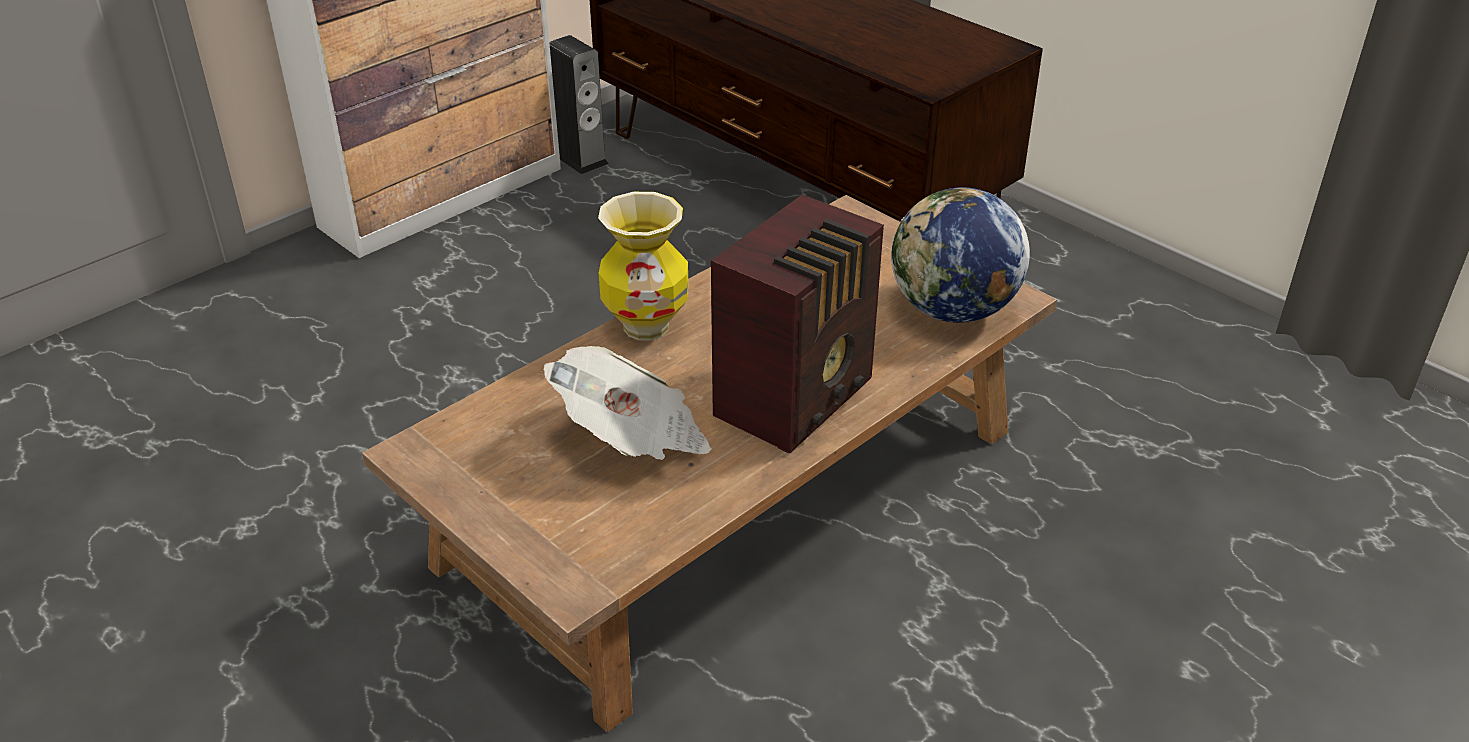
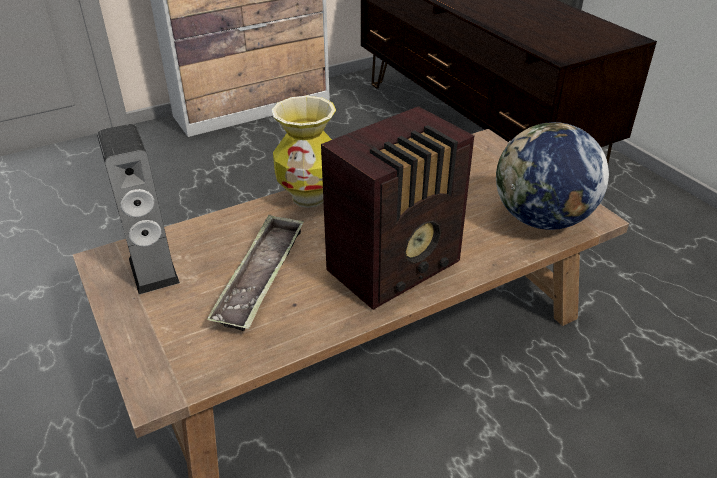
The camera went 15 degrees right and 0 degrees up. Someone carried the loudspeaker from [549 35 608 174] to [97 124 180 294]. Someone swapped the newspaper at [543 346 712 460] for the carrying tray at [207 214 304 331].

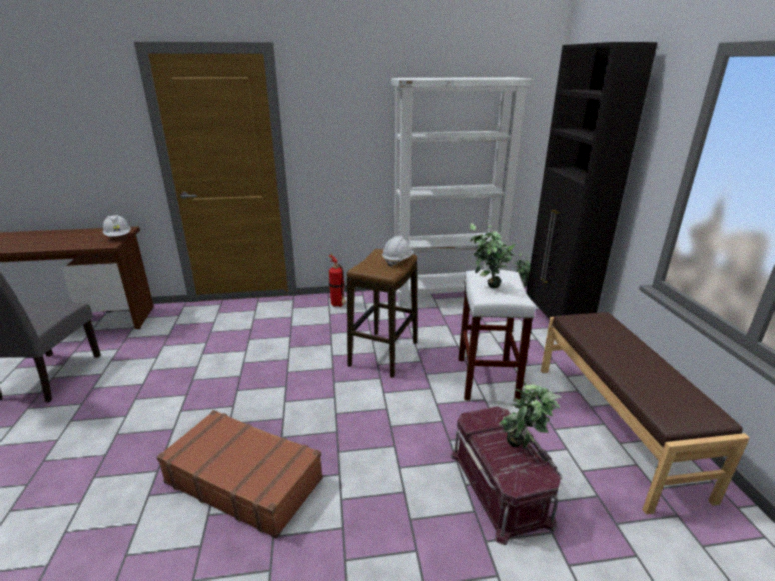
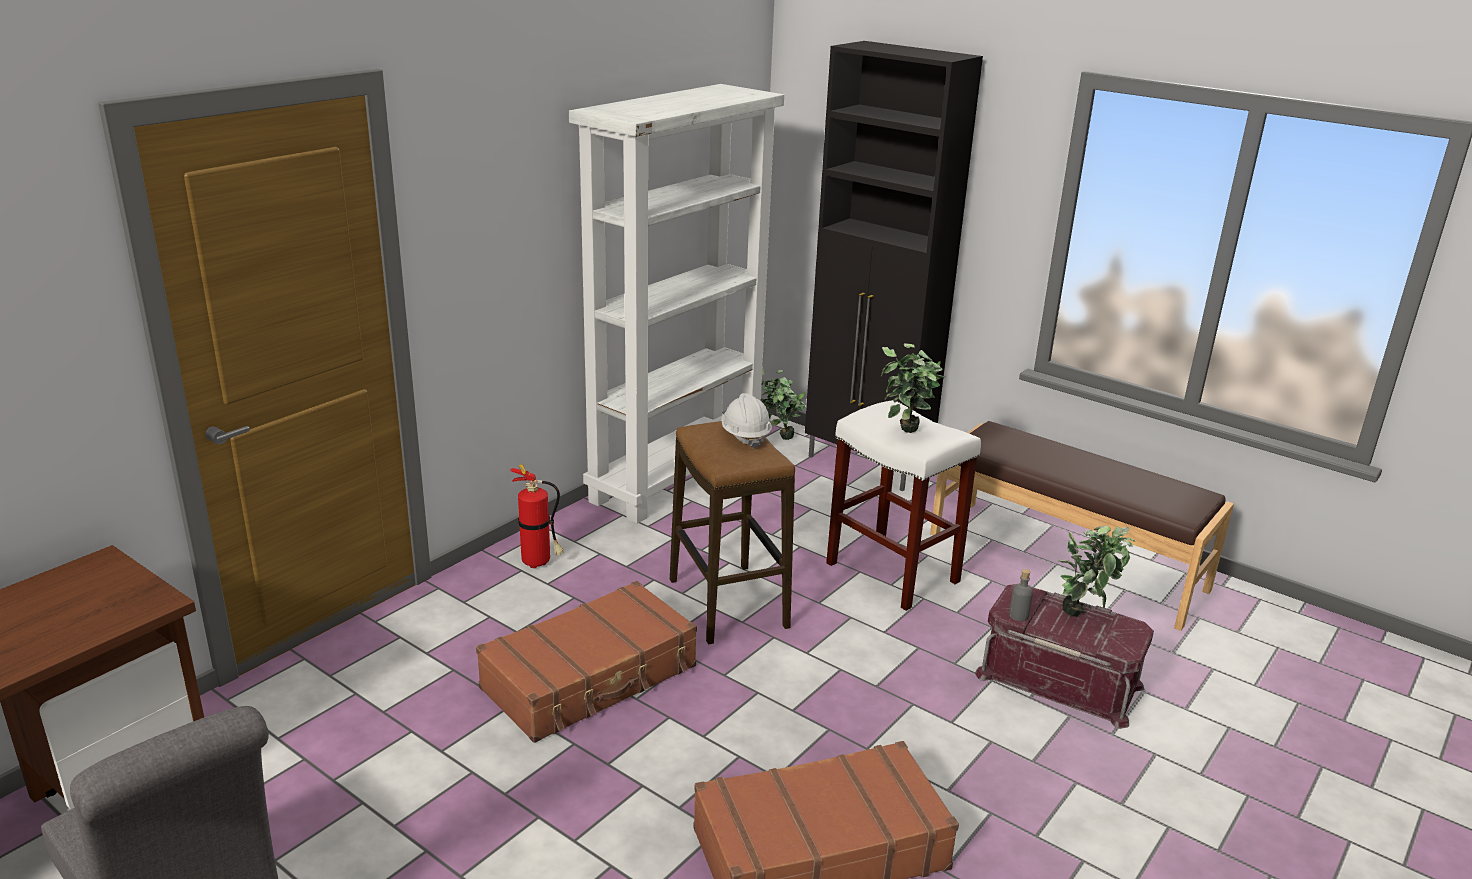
The camera went 45 degrees left and 0 degrees up. Someone took away the white-coloured safety helmet at [103 215 131 237]. Someone put down the gray drink bottle at [1009 569 1033 621]. Someone put down the brown suitcase at [476 581 697 743].

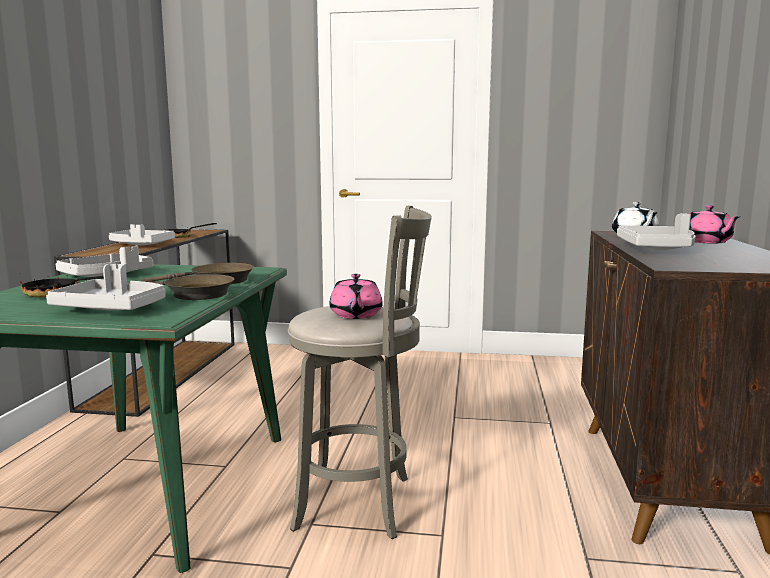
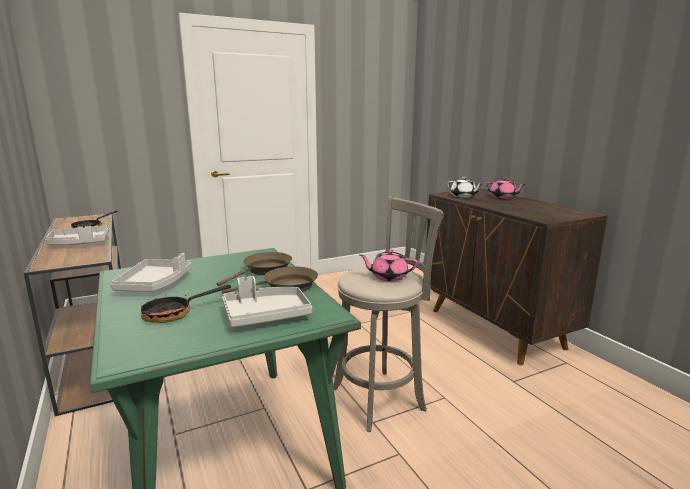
The camera went 35 degrees left and 5 degrees up. Someone took away the gray carrying tray at [617 213 695 250]. Someone rotated the pink pot for tea at [329 274 383 319] by 135 degrees clockwise.

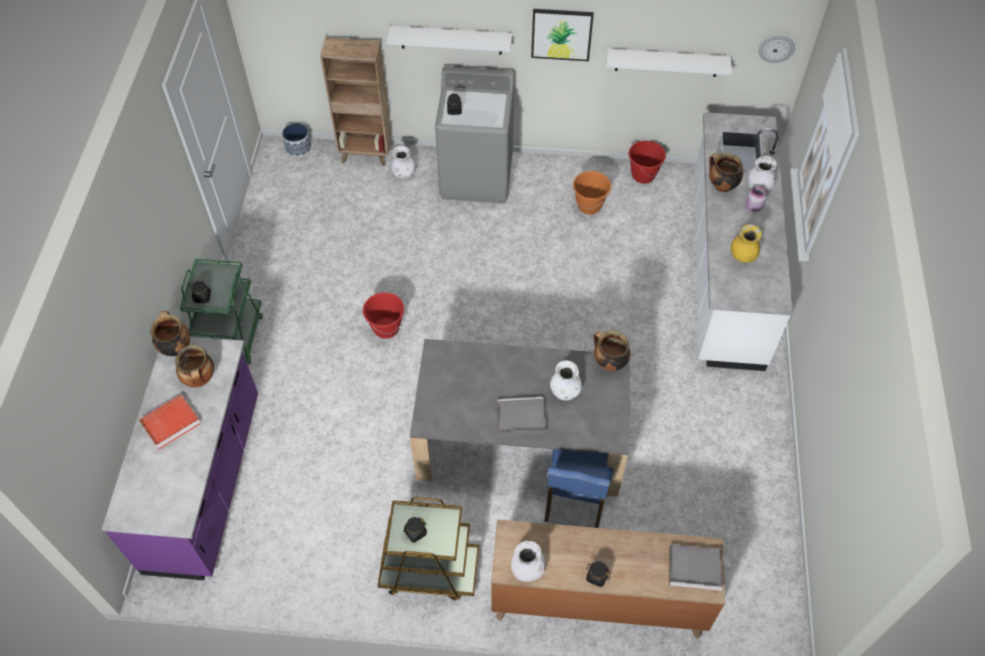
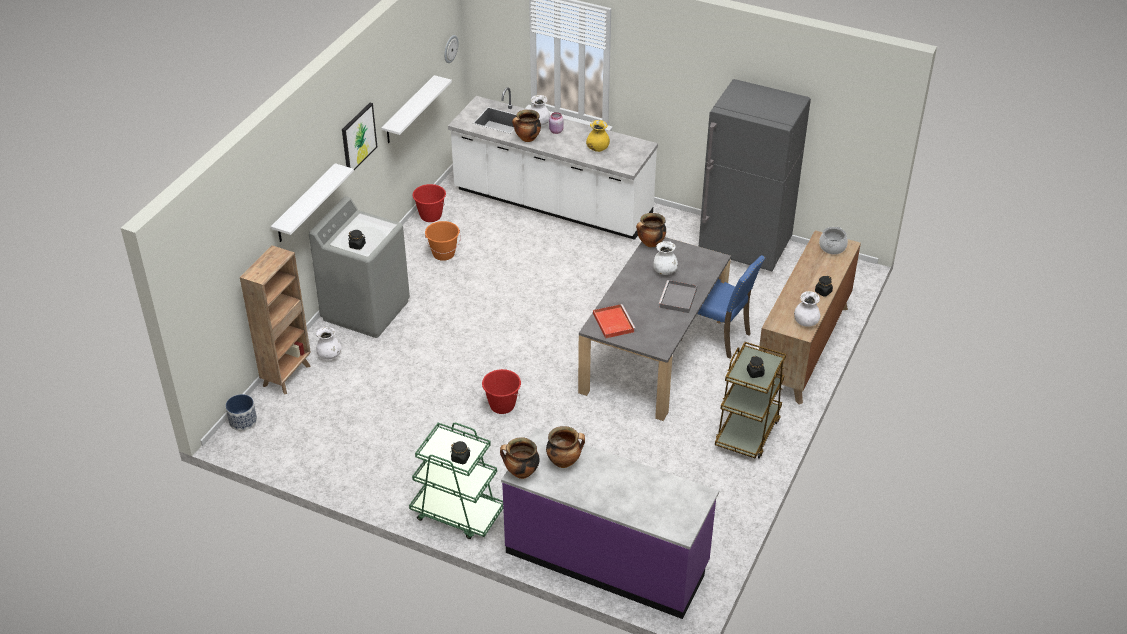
The camera went 70 degrees left and 15 degrees down. Someone carried the red carrying tray from [139 394 201 450] to [593 304 636 339]. Someone swapped the gray carrying tray at [669 544 722 591] for the stockpot at [819 227 848 254]. Someone put down the gray refrigerator at [699 79 811 271].

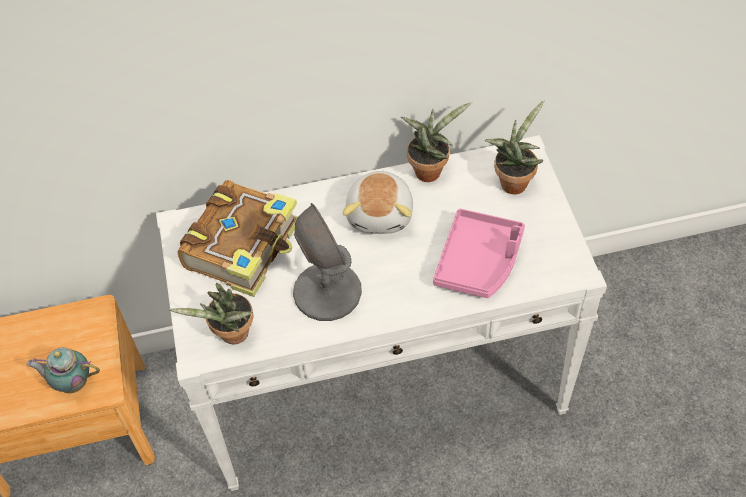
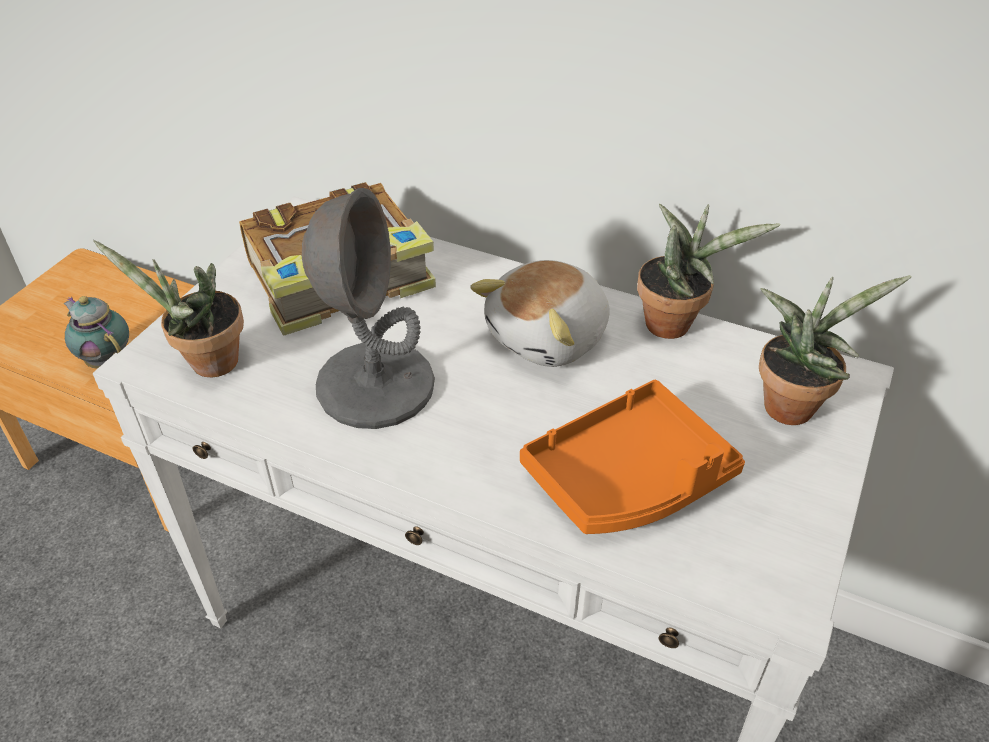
The camera went 35 degrees right and 10 degrees down. Someone repainted the pink carrying tray at [433 209 525 298], which became the orange carrying tray at [520 380 745 534].

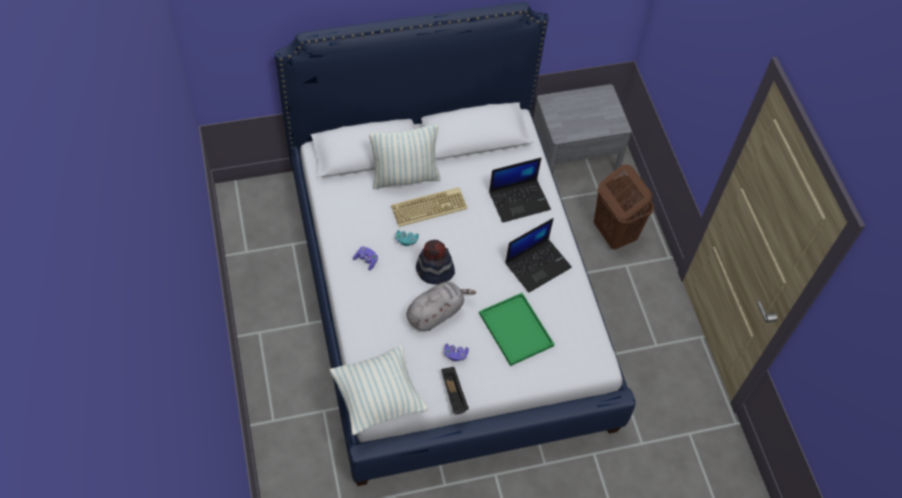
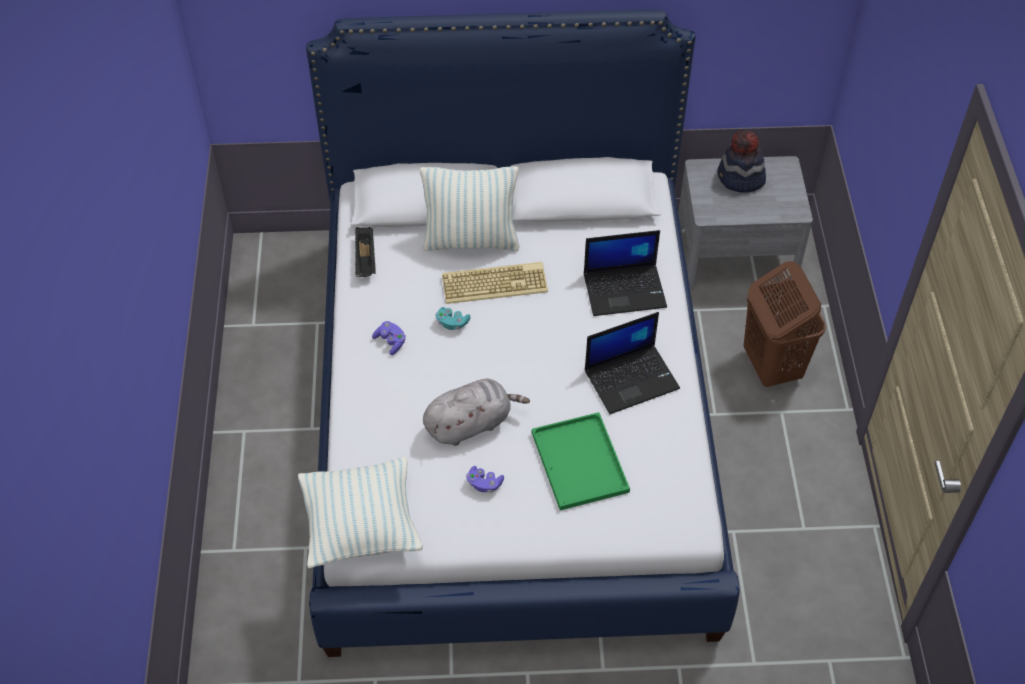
The camera went 15 degrees right and 5 degrees down. Someone carried the wearable hat from [416 240 455 285] to [717 130 766 193]. Someone carried the blackish carrying tray from [441 367 469 415] to [355 227 376 277].

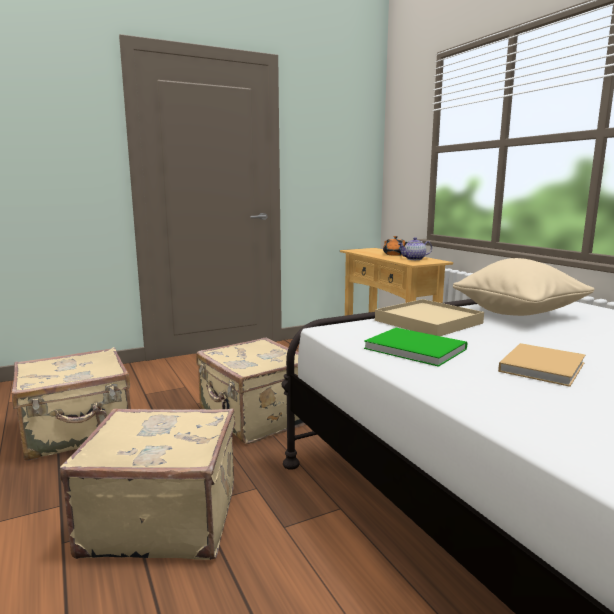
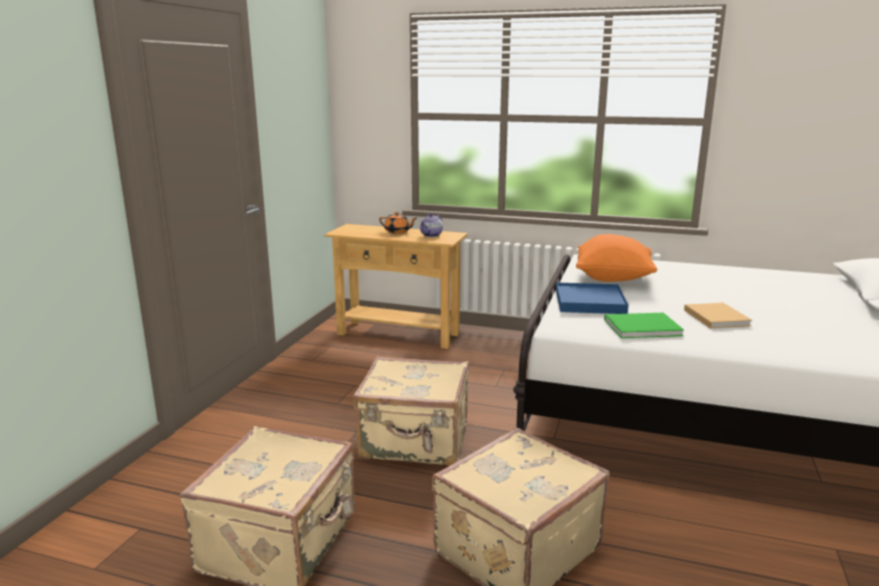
The camera went 45 degrees left and 5 degrees up. Someone repainted the beige pillow at [453 258 594 316], which became the orange pillow at [576 234 657 282]. Someone repainted the beige carrying tray at [375 299 484 336], which became the blue carrying tray at [556 283 629 314].

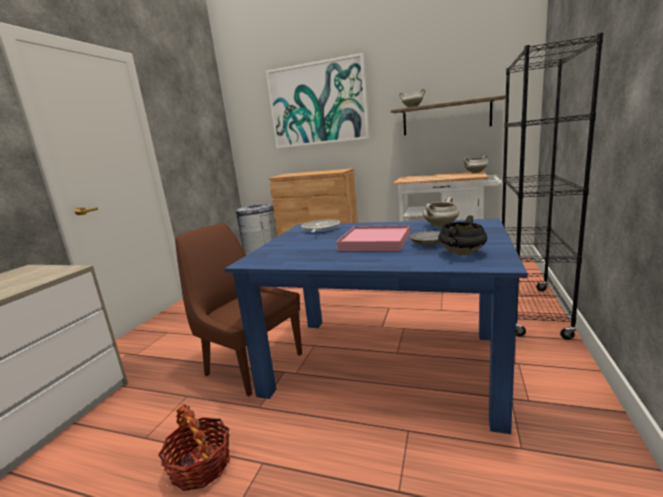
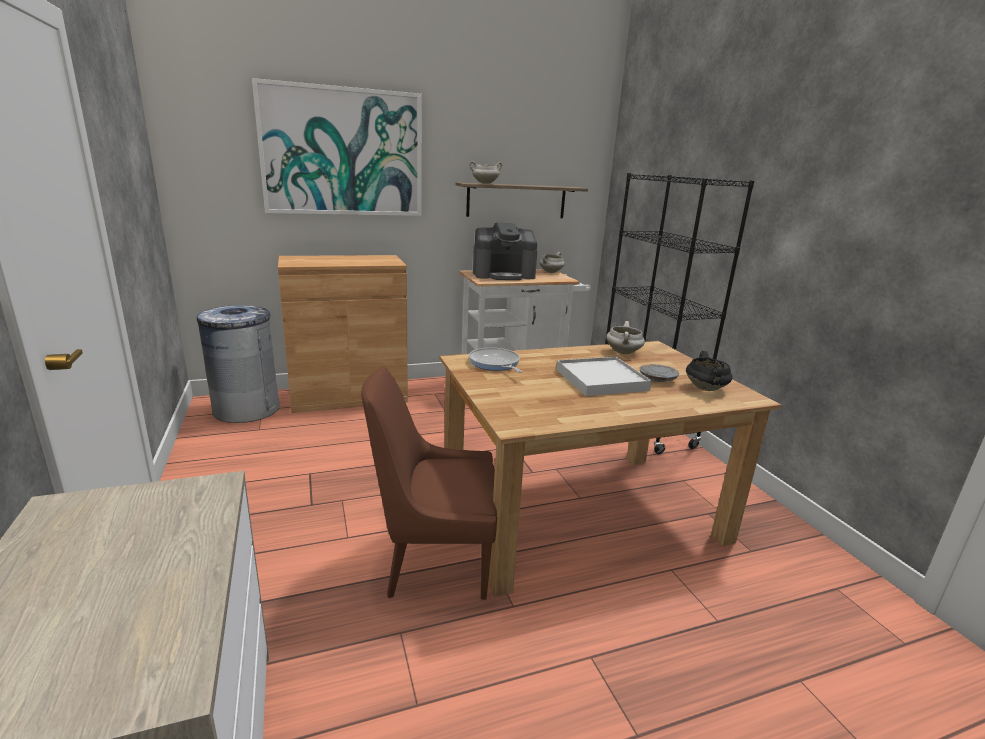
The camera went 40 degrees left and 5 degrees up. Someone repainted the blue kitchen table at [224 219 528 434], which became the brown kitchen table at [440 341 782 597]. Someone repainted the pink carrying tray at [336 225 410 251], which became the white-coloured carrying tray at [556 357 652 396]. Someone took away the storage basket at [158 404 230 491]. Someone put down the coffee machine at [473 223 537 280].

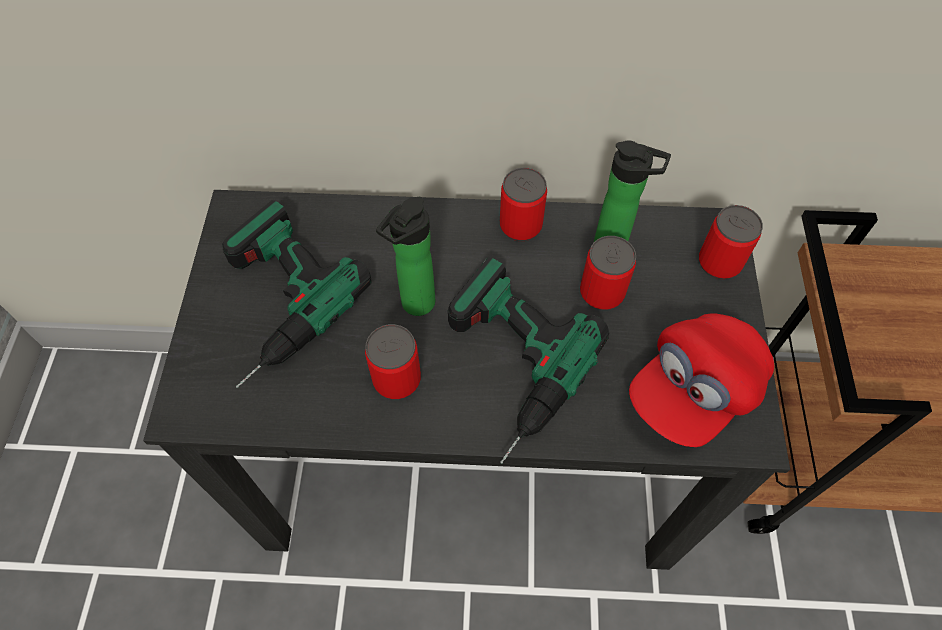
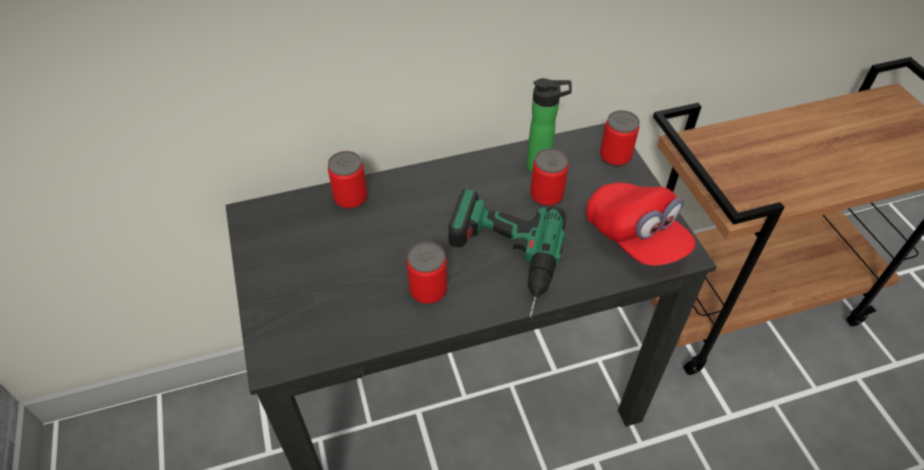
The camera went 20 degrees left and 10 degrees down. Someone carried the metal can from [500 168 547 241] to [328 151 367 210]. Someone took away the drink bottle at [376 197 435 316]. Someone took away the power drill at [222 200 371 388]. Someone rotated the red cap at [629 313 774 447] by 60 degrees counterclockwise.

